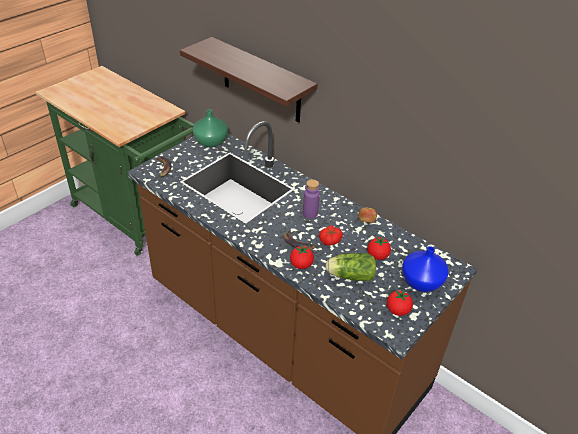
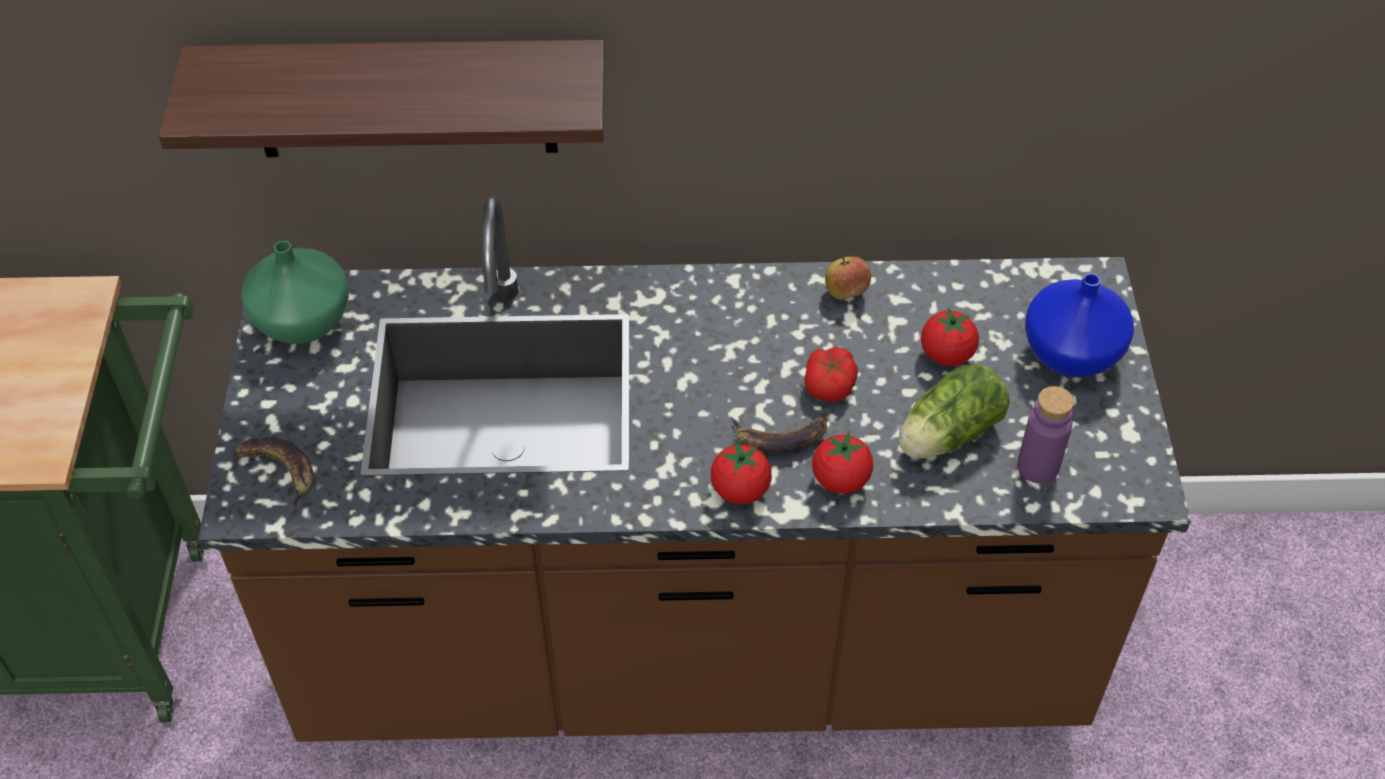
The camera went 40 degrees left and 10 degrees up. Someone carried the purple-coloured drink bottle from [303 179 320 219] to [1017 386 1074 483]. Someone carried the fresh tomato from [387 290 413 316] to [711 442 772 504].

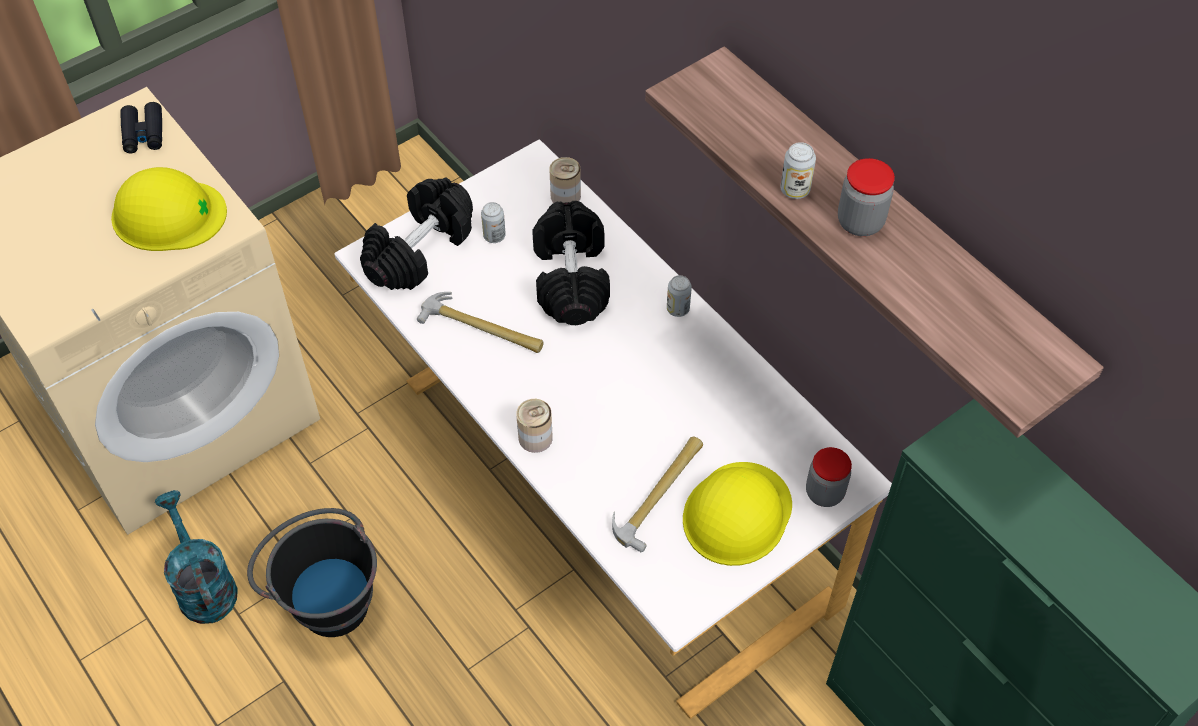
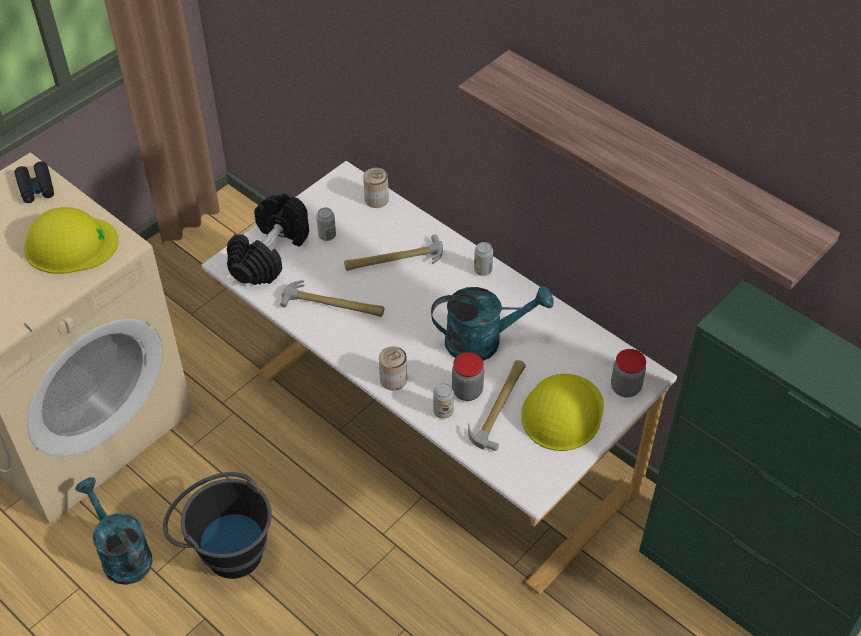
The camera went 10 degrees left and 5 degrees down. Someone carried the metal can from [780 142 816 199] to [433 383 454 419]. Someone carried the storage jar from [838 158 895 236] to [452 352 484 401]. Someone swapped the blackish dumbbell at [532 201 610 325] for the hammer at [344 234 443 271]. Someone put down the blue-green sprinkling can at [431 286 554 361].

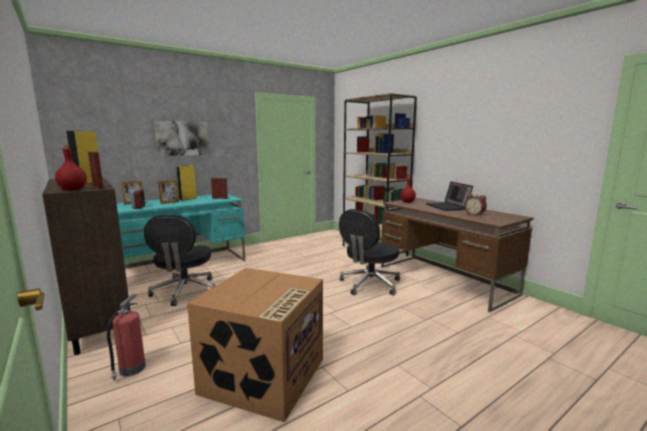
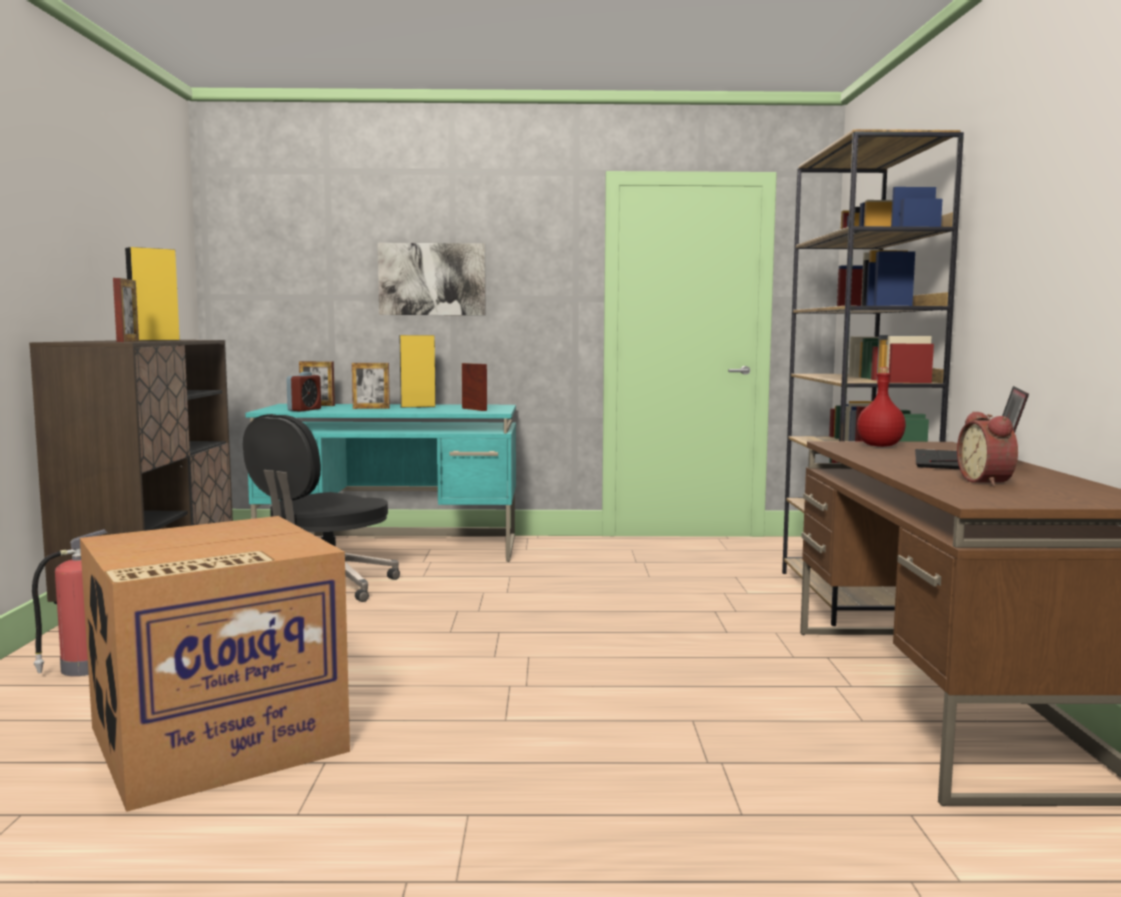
The camera went 35 degrees right and 5 degrees down. Someone took away the red drink bottle at [55 145 87 190]. Someone took away the blackish desk chair at [339 209 400 296].

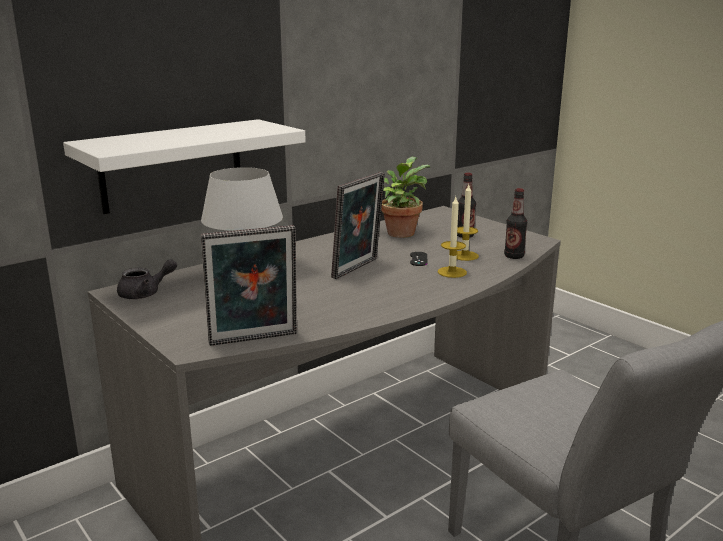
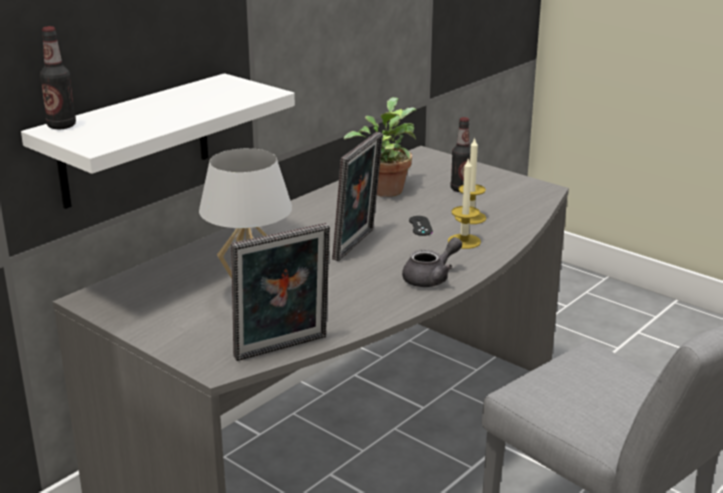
The camera went 10 degrees left and 5 degrees up. Someone carried the drink bottle from [504 188 527 259] to [40 26 76 129]. Someone carried the gray pot for tea from [117 259 177 299] to [402 237 462 287].

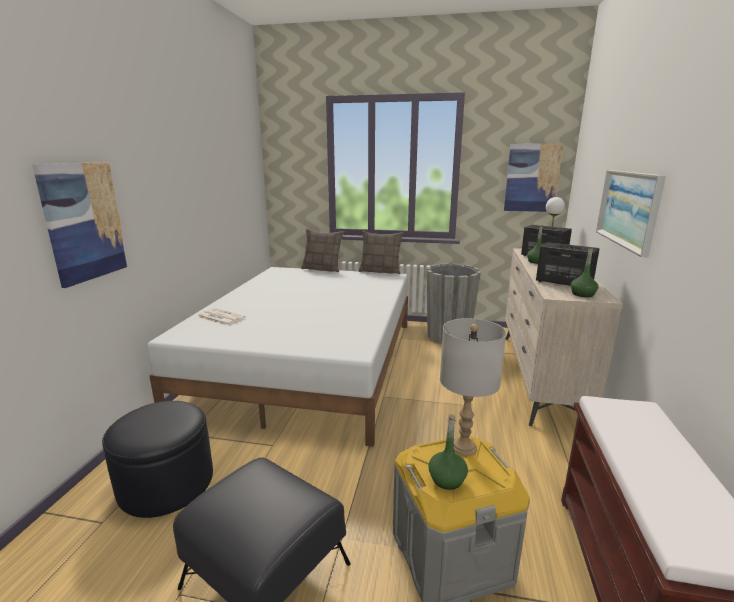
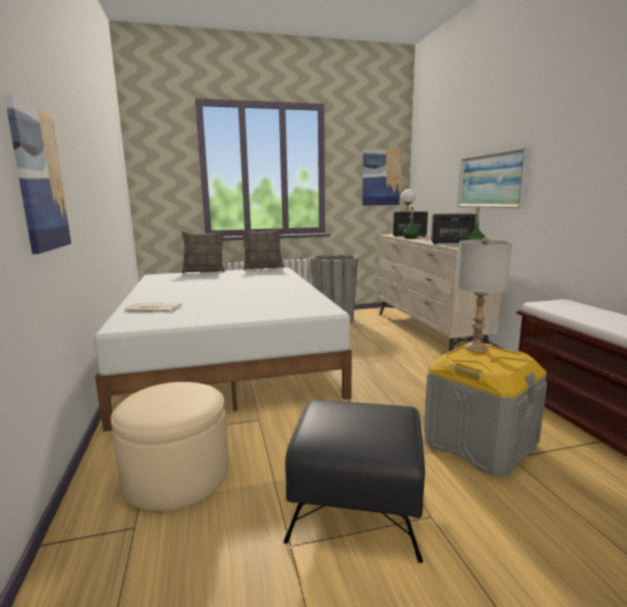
The camera went 25 degrees left and 5 degrees down. Someone repainted the blackish footrest at [102 401 213 518], which became the beige footrest at [111 382 229 511]. Someone took away the greenish drink bottle at [428 414 468 490].

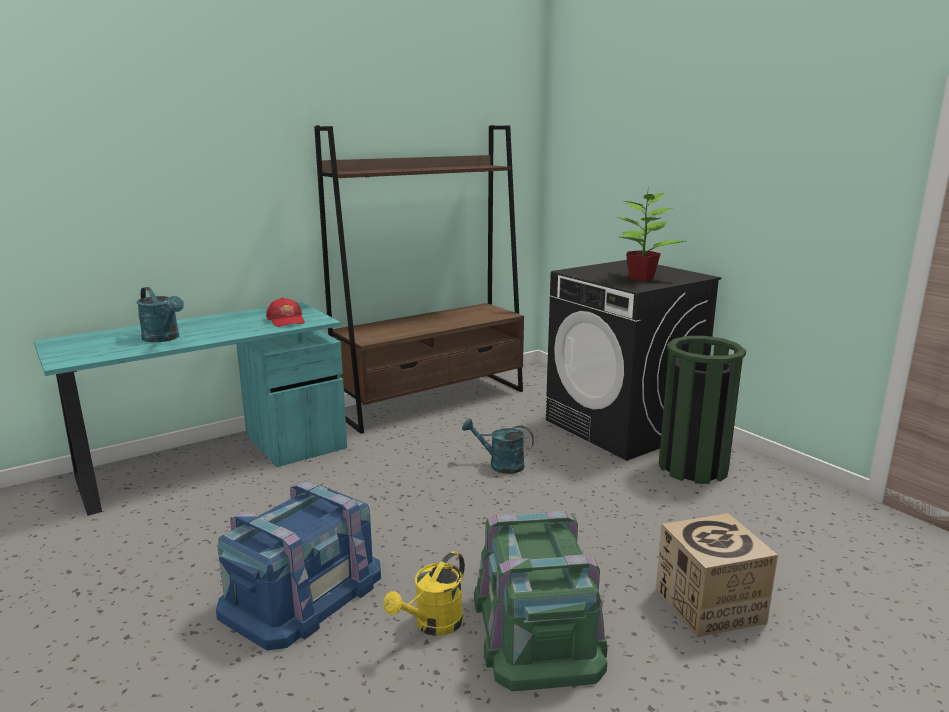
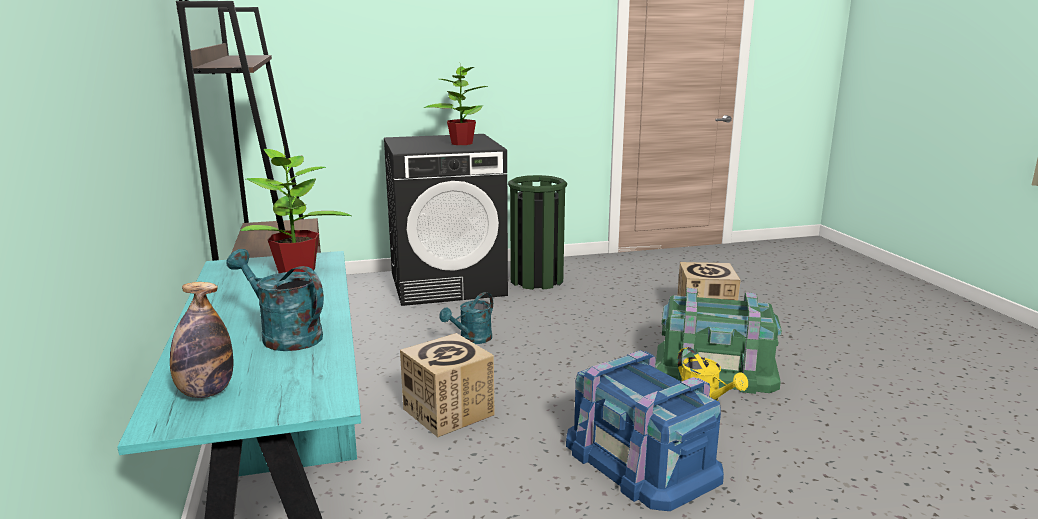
The camera went 70 degrees left and 0 degrees up. Someone rotated the blue-green sprinkling can at [137 287 184 342] by 120 degrees counterclockwise. Someone swapped the red cap at [266 298 305 327] for the houseplant at [240 148 352 273]. Someone put down the drink bottle at [170 282 233 398]. Someone put down the carton at [400 333 494 437].

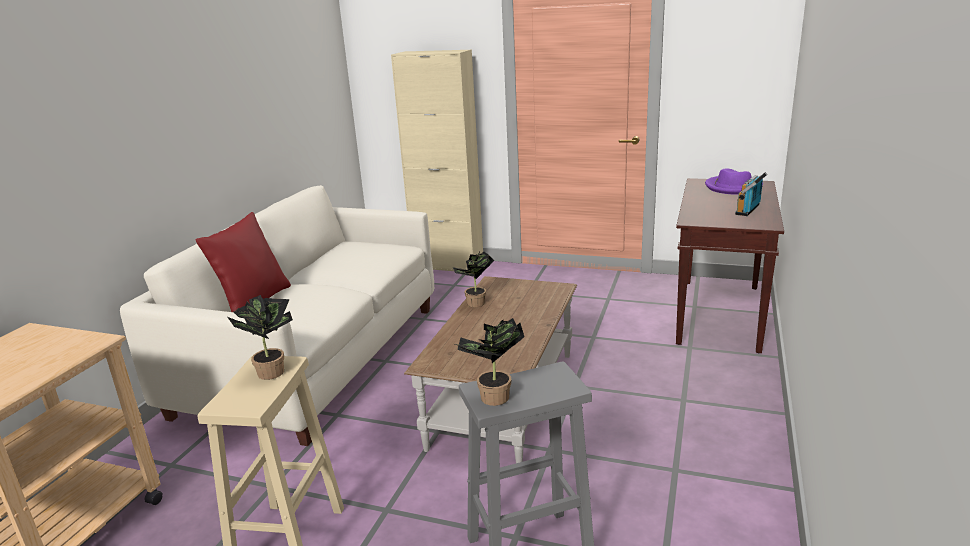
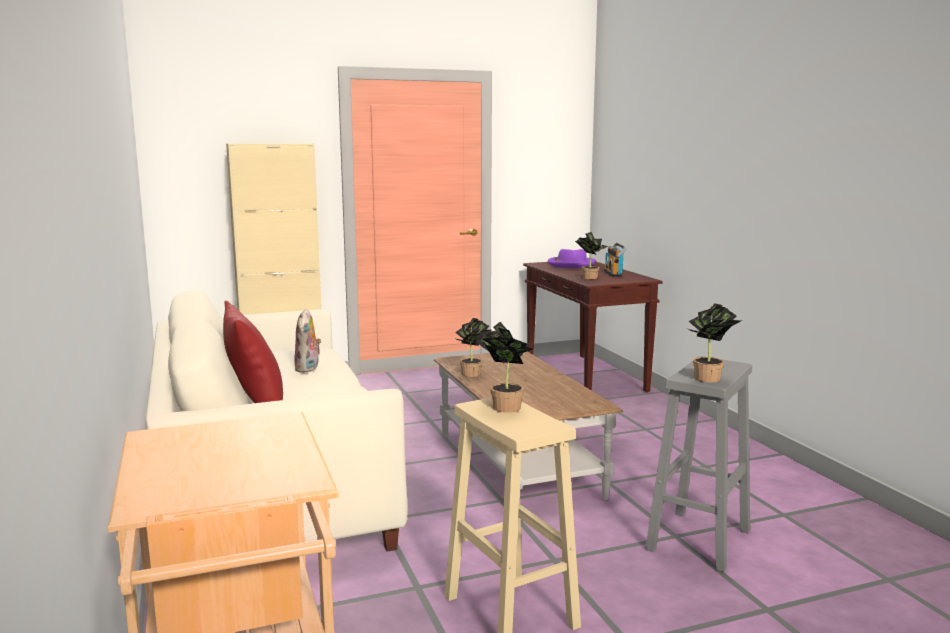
The camera went 40 degrees left and 10 degrees down. Someone put down the houseplant at [575 232 608 279]. Someone put down the plush toy at [294 309 321 373].

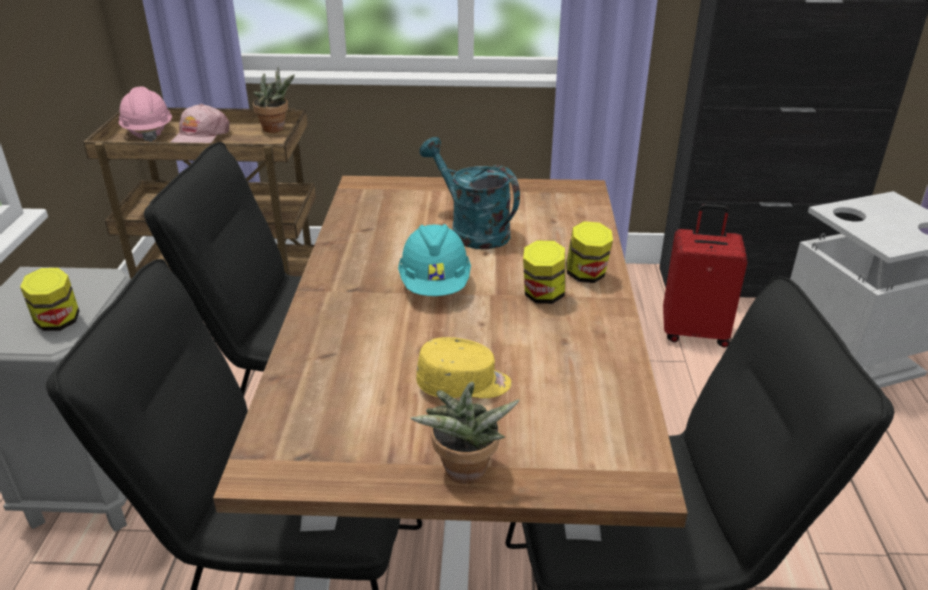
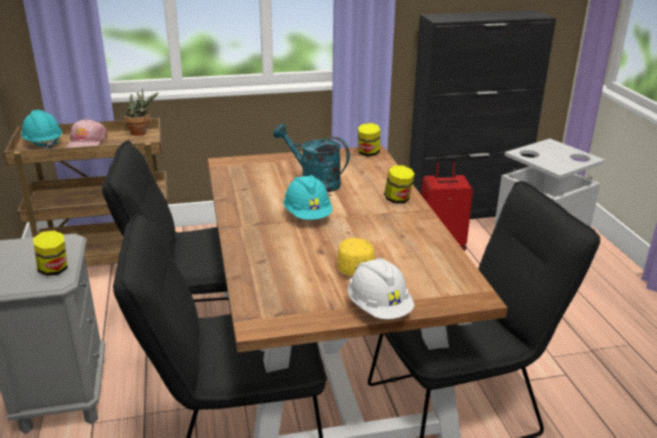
The camera went 15 degrees left and 5 degrees down. Someone repainted the pink safety helmet at [119 86 172 142], which became the blue-green safety helmet at [21 110 62 149]. Someone carried the storage jar from [523 240 565 304] to [358 123 380 156]. Someone rotated the yellow-coloured cap at [416 337 512 398] by 75 degrees counterclockwise. Someone swapped the houseplant at [410 382 520 484] for the white-coloured safety helmet at [348 258 414 319].

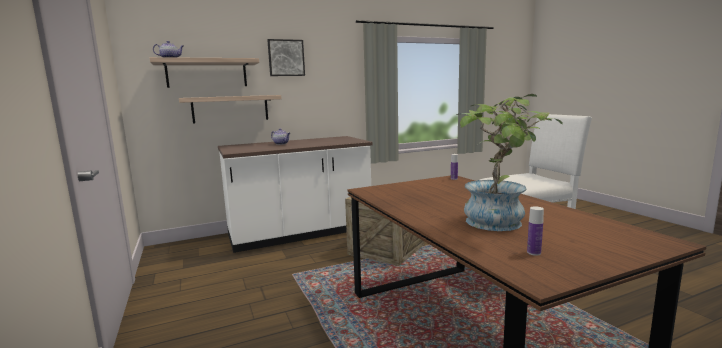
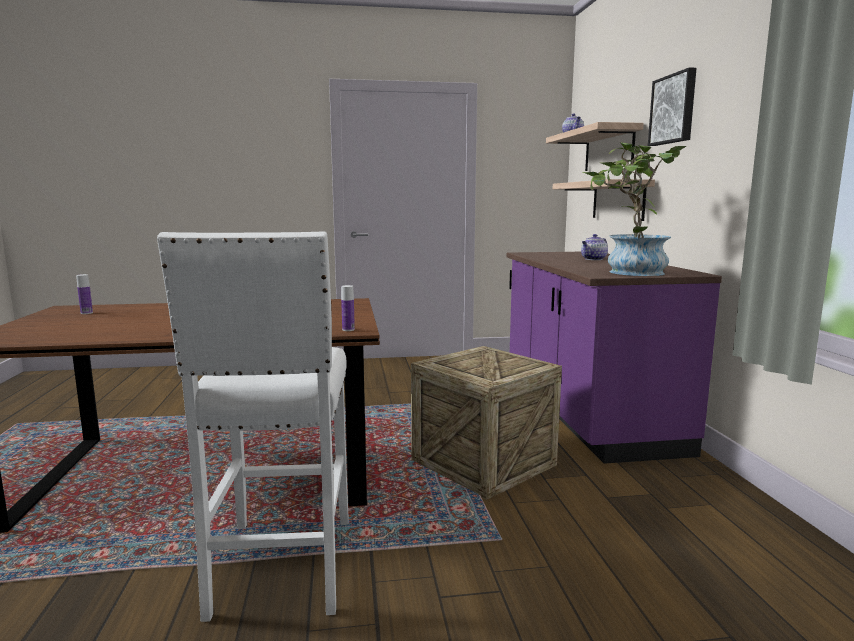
The camera went 105 degrees right and 0 degrees up. Someone carried the houseplant from [457 94 563 231] to [582 142 687 276]. Someone repainted the white-coloured kitchen base unit at [218 136 373 253], which became the purple-coloured kitchen base unit at [506 252 722 464].

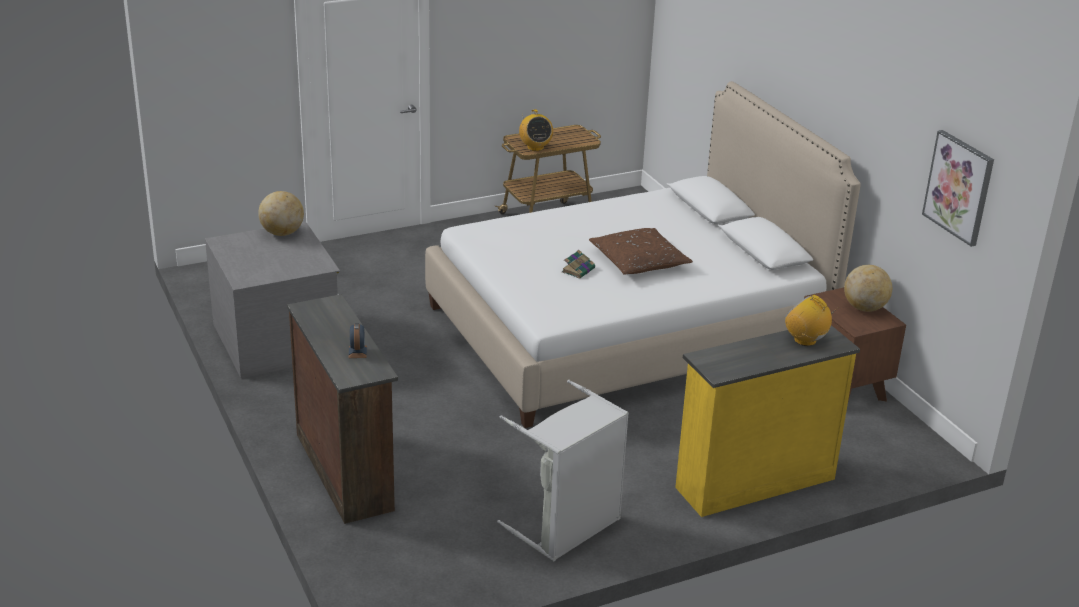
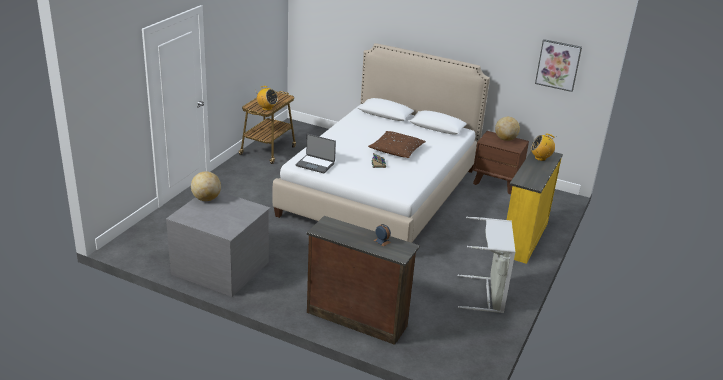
The camera went 40 degrees left and 0 degrees up. Someone put down the portable computer at [296 134 336 173].

